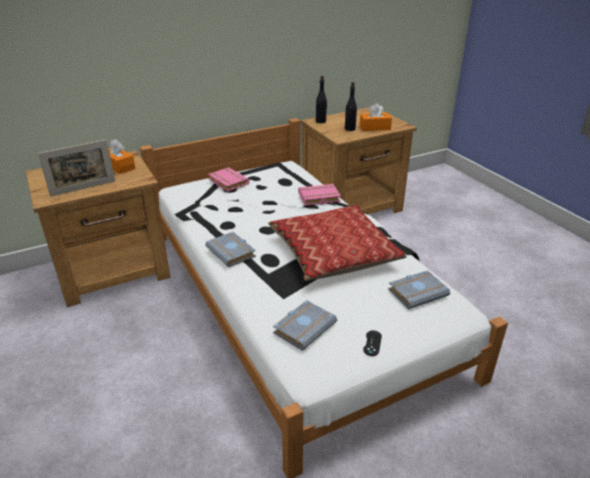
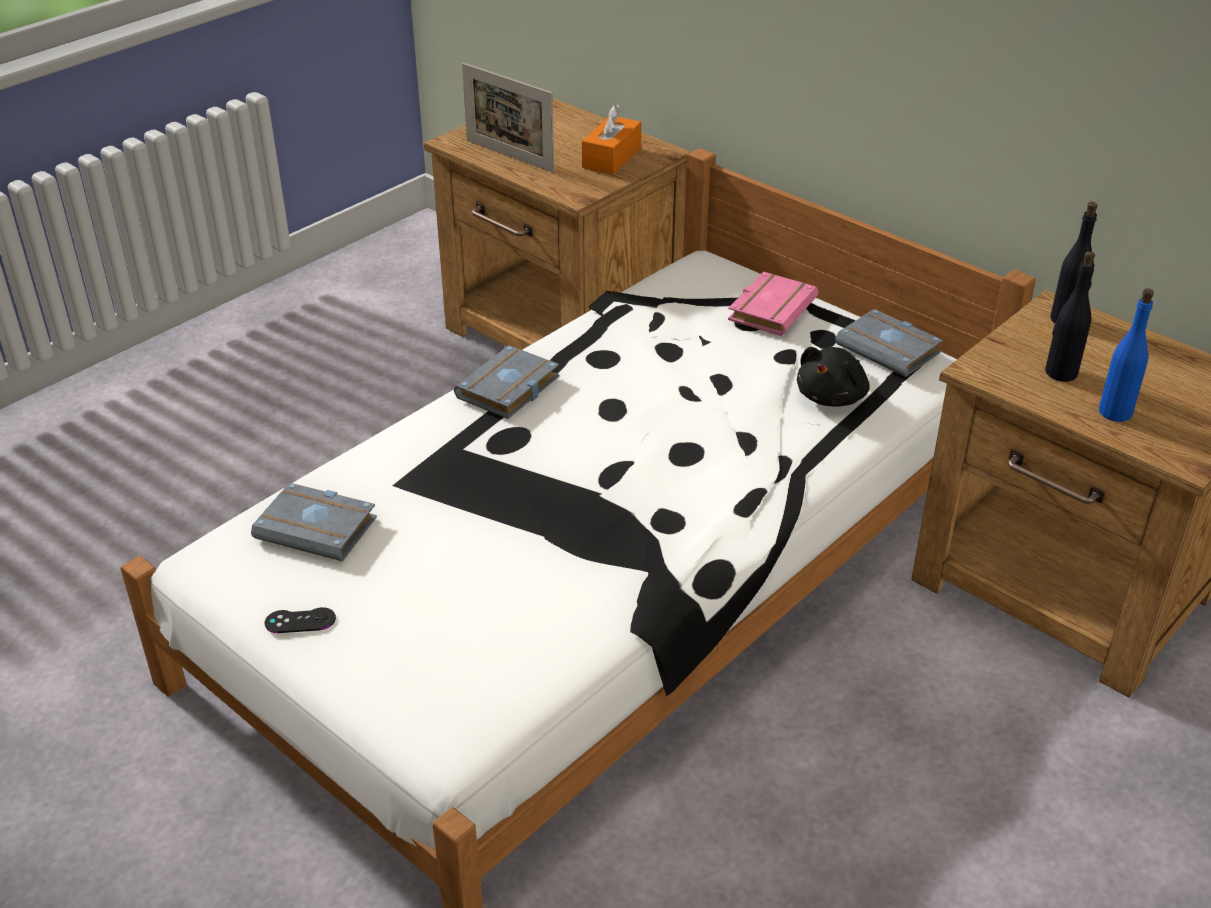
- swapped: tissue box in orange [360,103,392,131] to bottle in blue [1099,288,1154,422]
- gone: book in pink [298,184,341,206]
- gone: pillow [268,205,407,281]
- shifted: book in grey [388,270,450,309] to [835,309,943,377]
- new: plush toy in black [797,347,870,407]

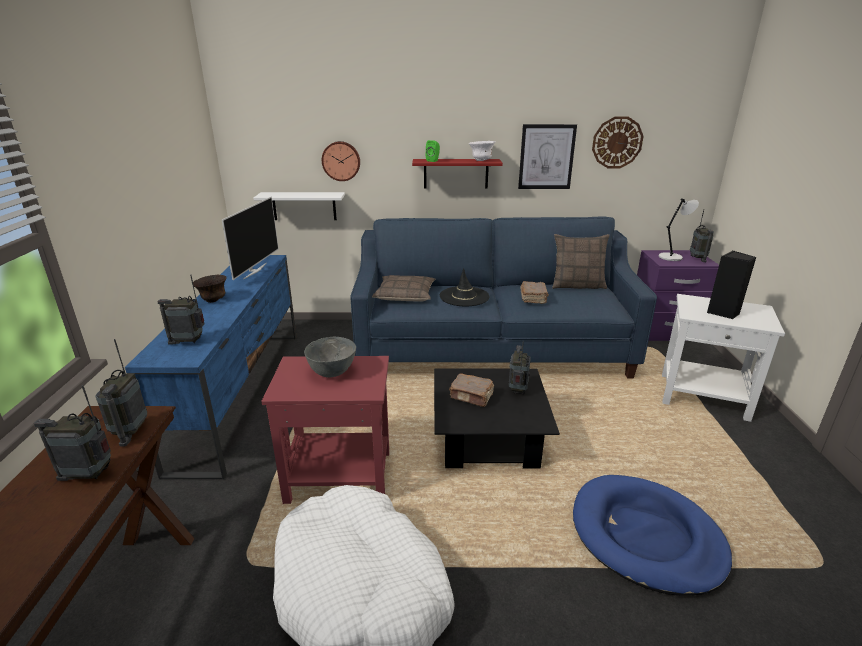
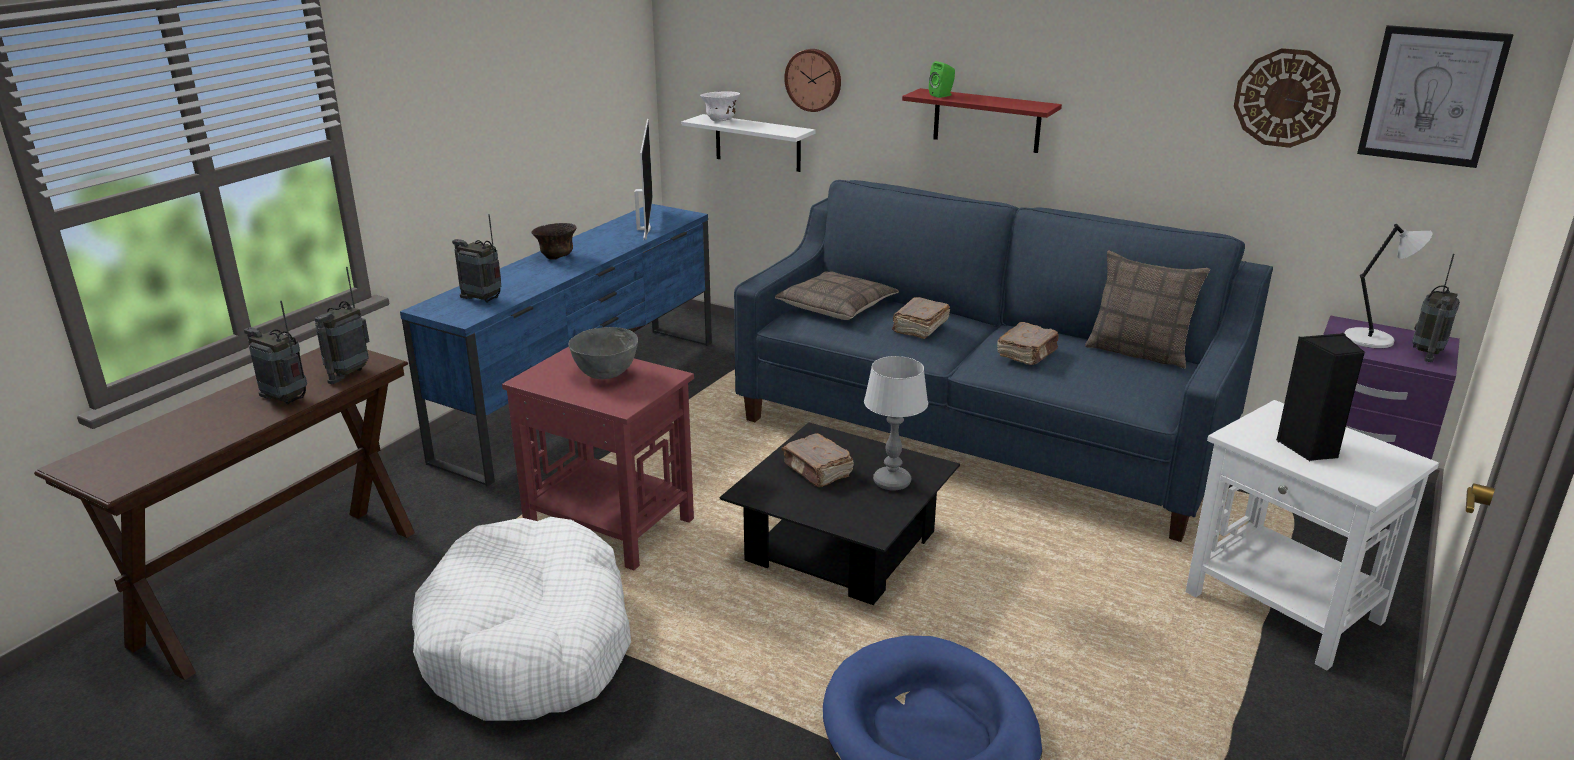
- shifted: picture [518,124,577,189] to [1357,25,1513,168]
- shifted: bowl in white [469,141,496,161] to [700,91,740,122]
- rotated: television [222,197,279,280] = [634,119,653,240] 45 degrees counterclockwise
- swapped: hat in black [440,268,489,306] to book in brown [892,297,950,339]
- swapped: radio [508,341,531,395] to table lamp [864,356,928,490]

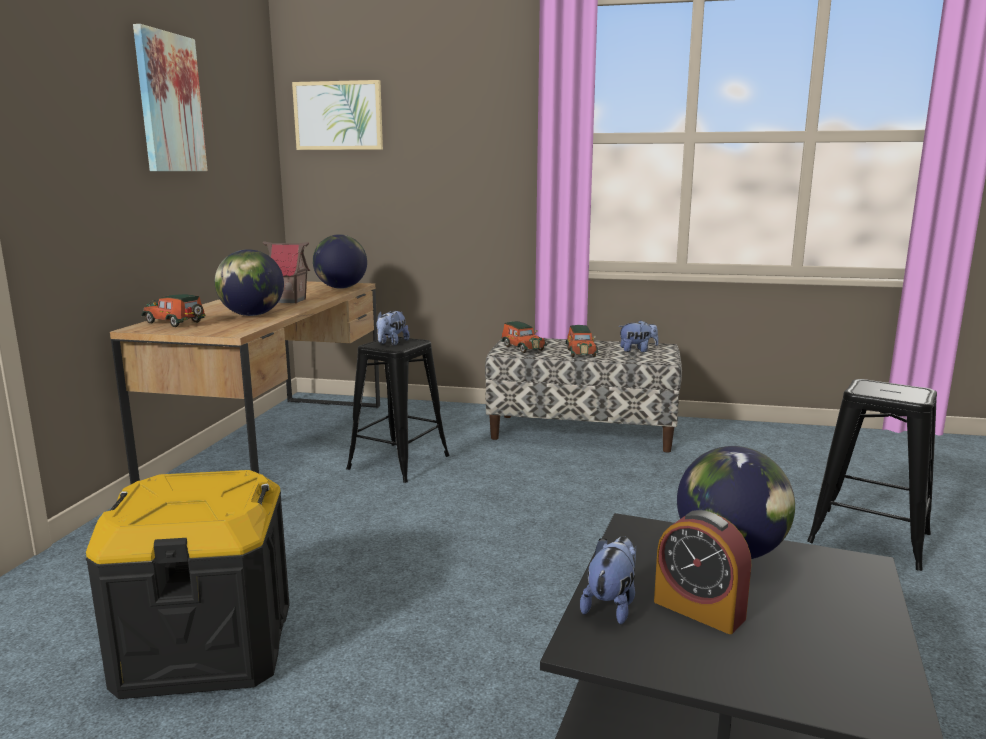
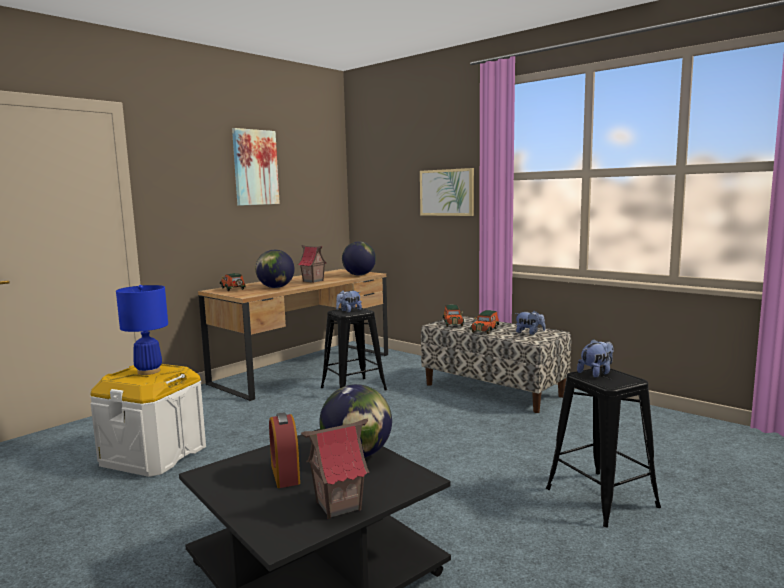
- shifted: picture [292,80,383,150] to [420,168,474,216]
- repainted: storage box in black [86,470,290,699] to storage box in white [90,364,206,477]
- shifted: plush toy [580,536,636,624] to [577,339,614,378]
- new: table lamp in blue [116,285,168,375]
- new: toy house [301,418,369,519]

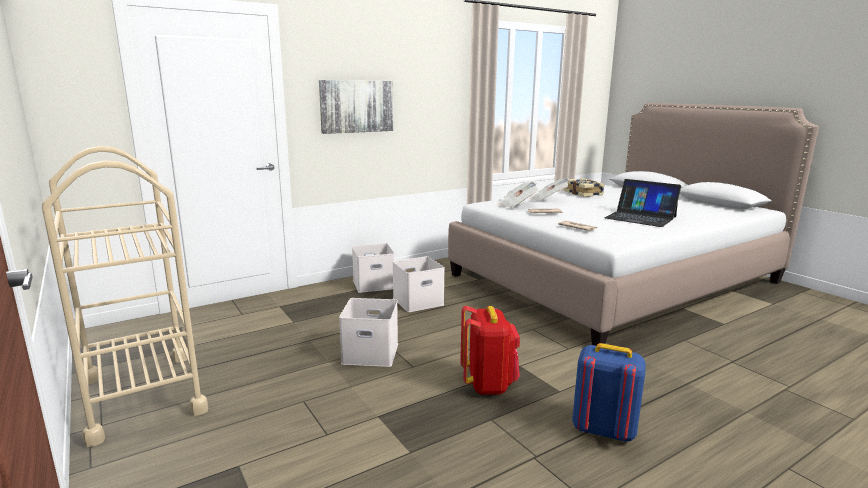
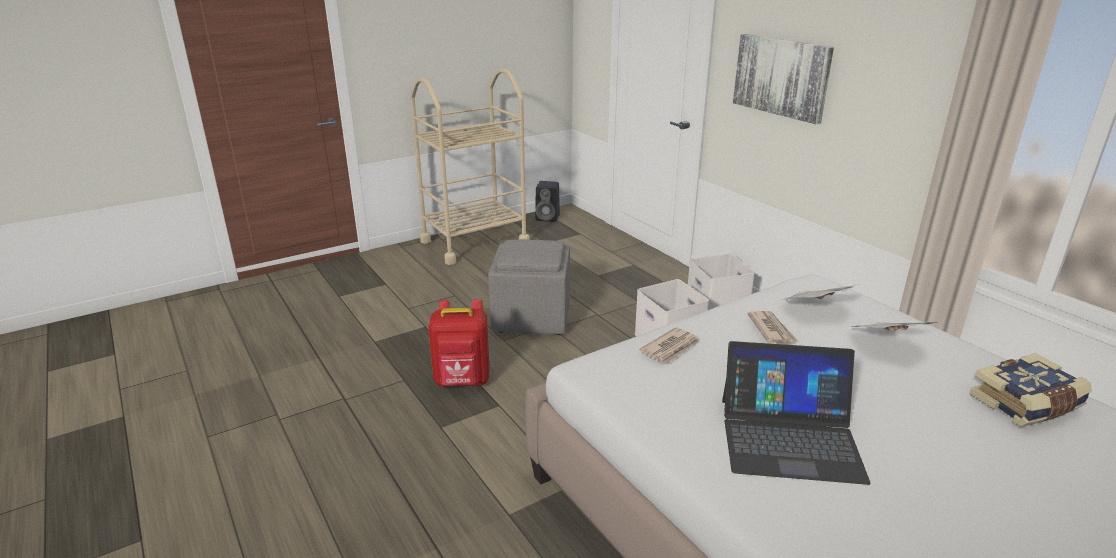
- rotated: laptop [605,179,681,227] = [722,341,871,485] 120 degrees counterclockwise
- swapped: storage box in white [339,298,398,367] to ottoman in grey [488,240,570,335]
- gone: backpack in blue [572,343,646,442]
- new: speaker in black [535,181,560,222]

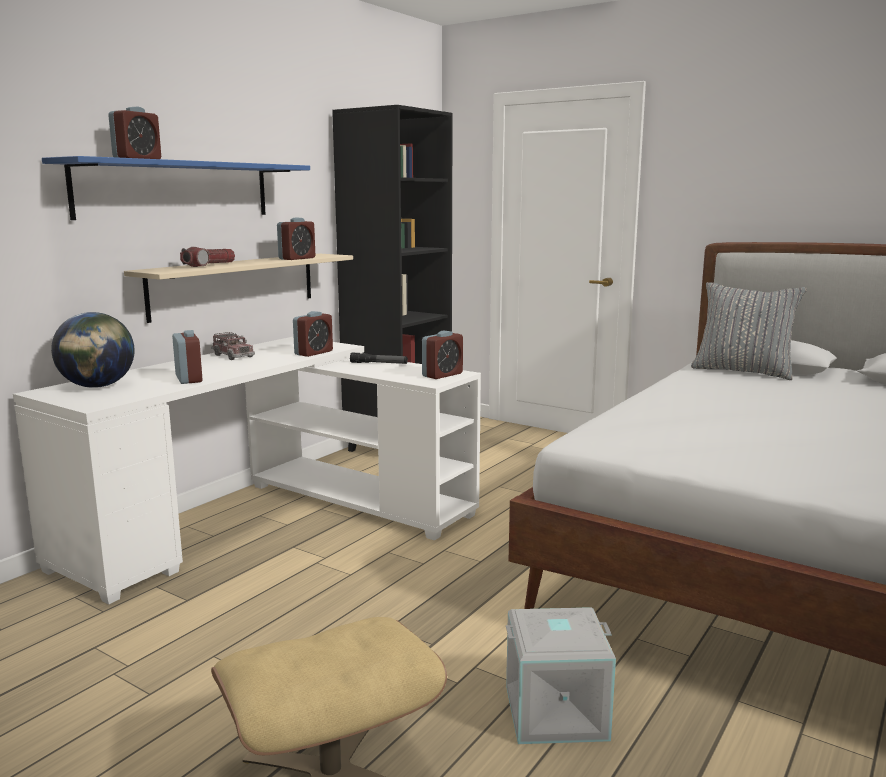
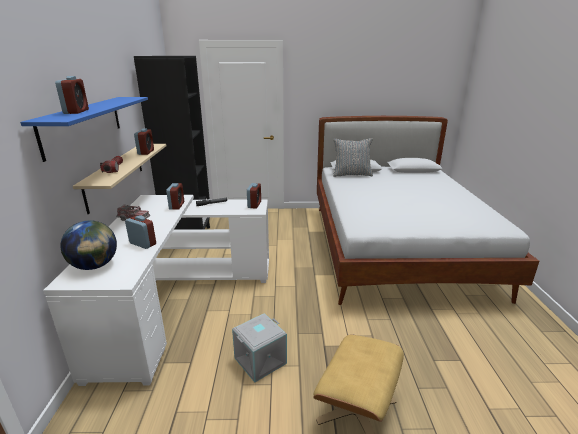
- shifted: storage box in grey [506,607,616,744] to [232,313,287,382]

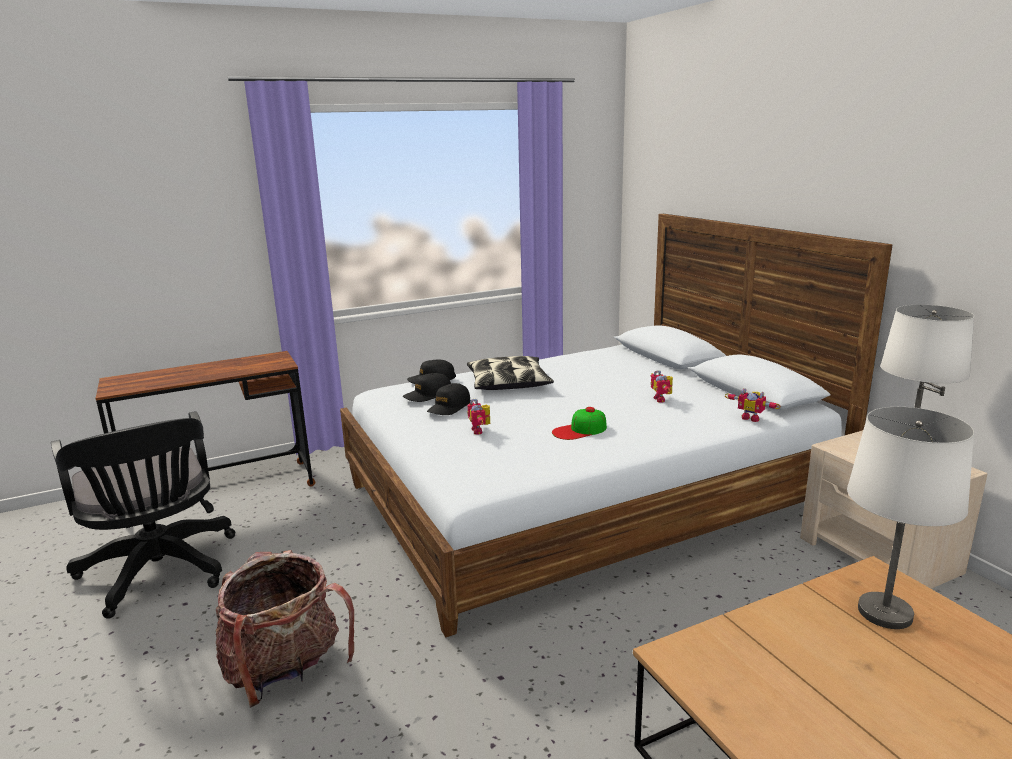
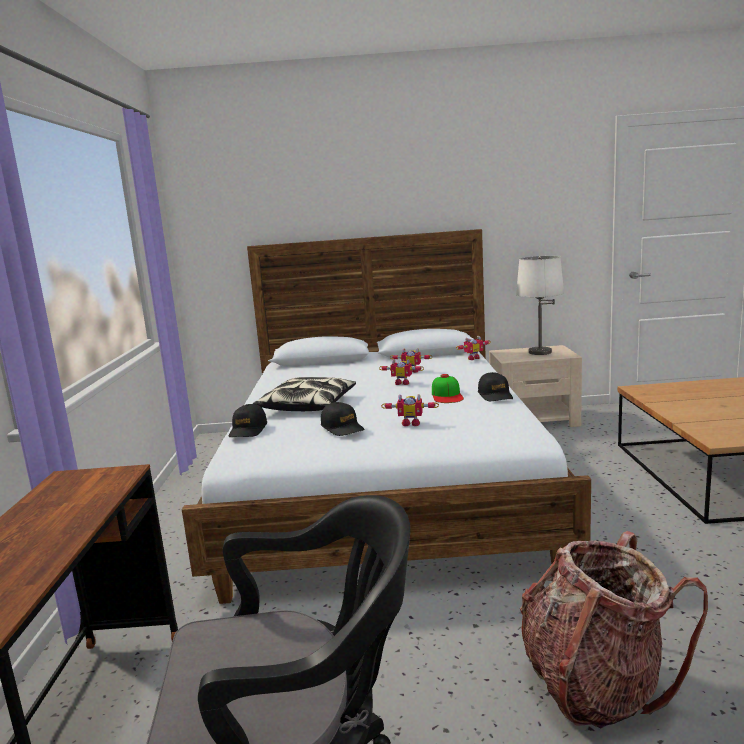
- shifted: cap in black [403,373,451,402] to [478,372,513,401]
- gone: table lamp in white [847,407,974,629]
- new: toy robot [379,359,424,385]

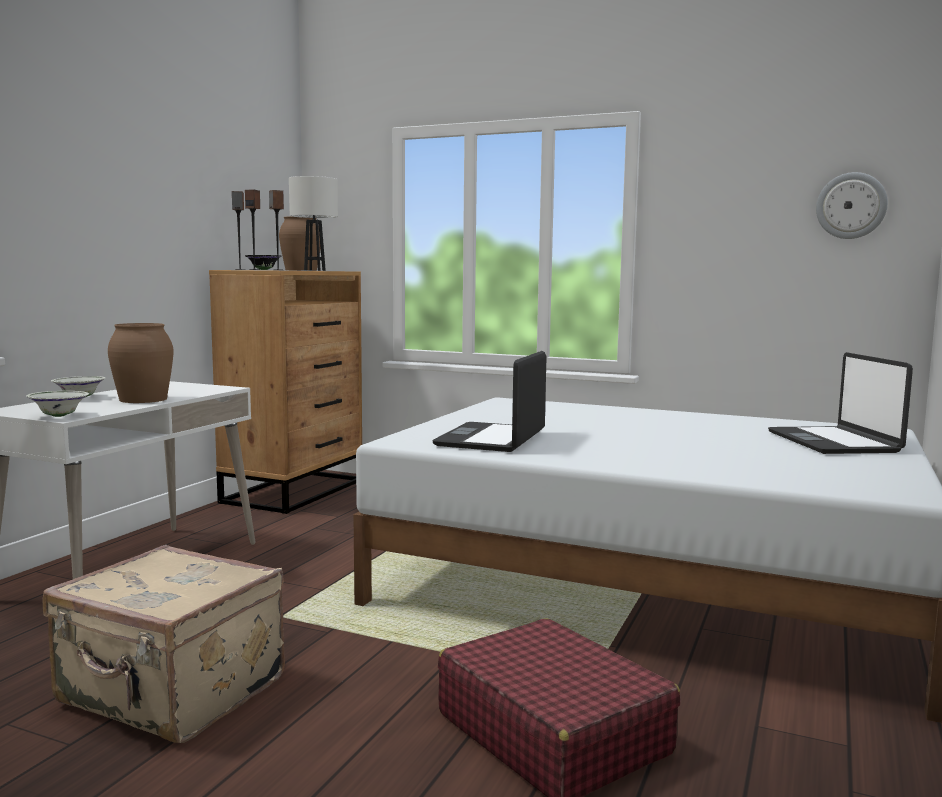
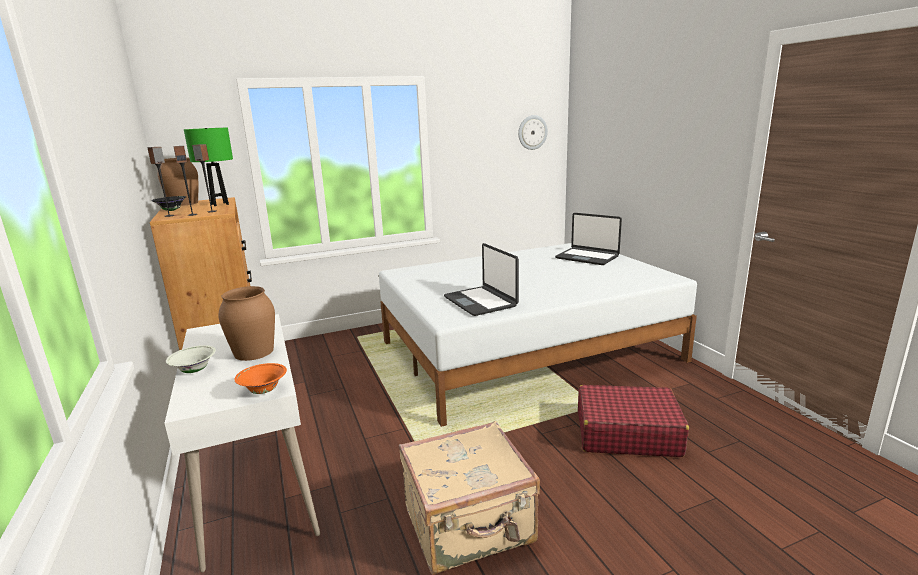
- repainted: table lamp in white [289,176,338,271] to table lamp in green [184,128,233,206]
- repainted: bowl in white [26,391,89,417] to bowl in orange [234,363,287,394]

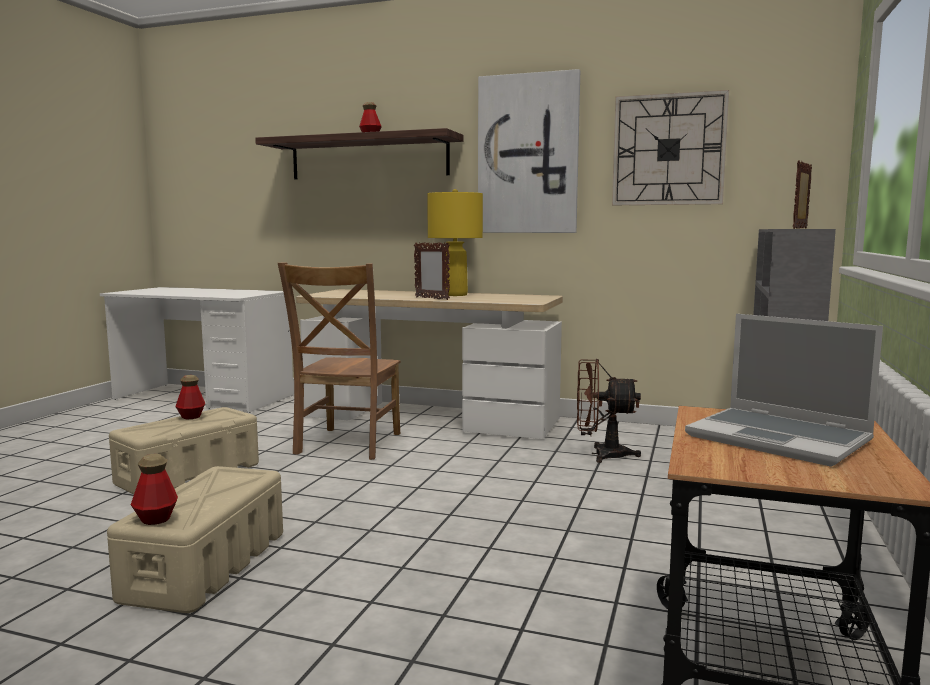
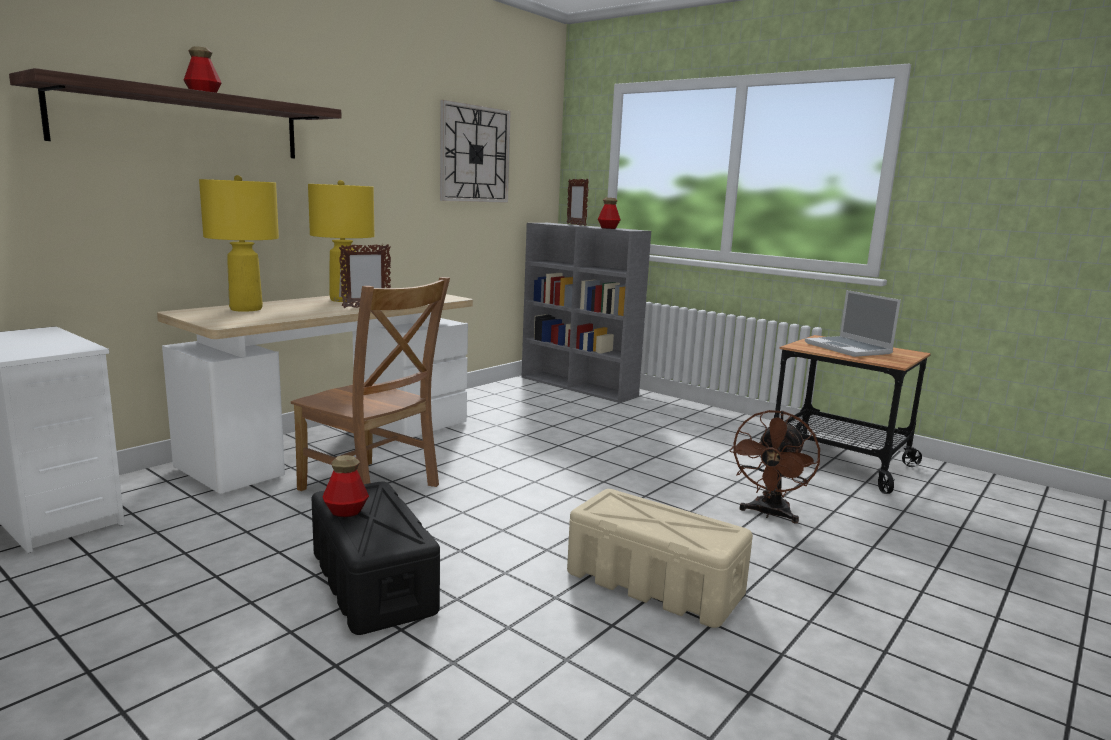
- gone: picture [478,69,580,233]
- rotated: laptop [685,314,883,467] = [805,290,901,357] 90 degrees clockwise
- shifted: fan in brown [577,359,641,463] to [729,410,820,524]
- repainted: storage box in beige [109,407,259,494] to storage box in black [311,481,440,635]
- shifted: bottle [131,454,178,525] to [598,198,621,229]
- new: table lamp in yellow [199,175,279,312]

